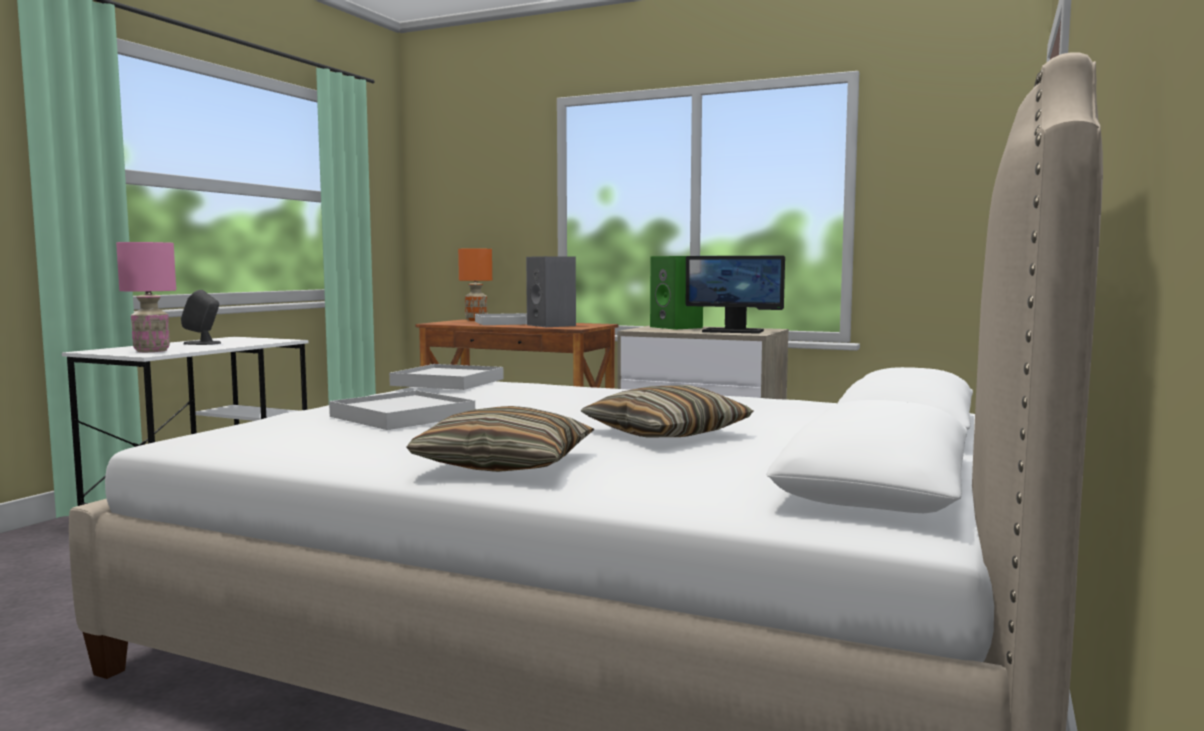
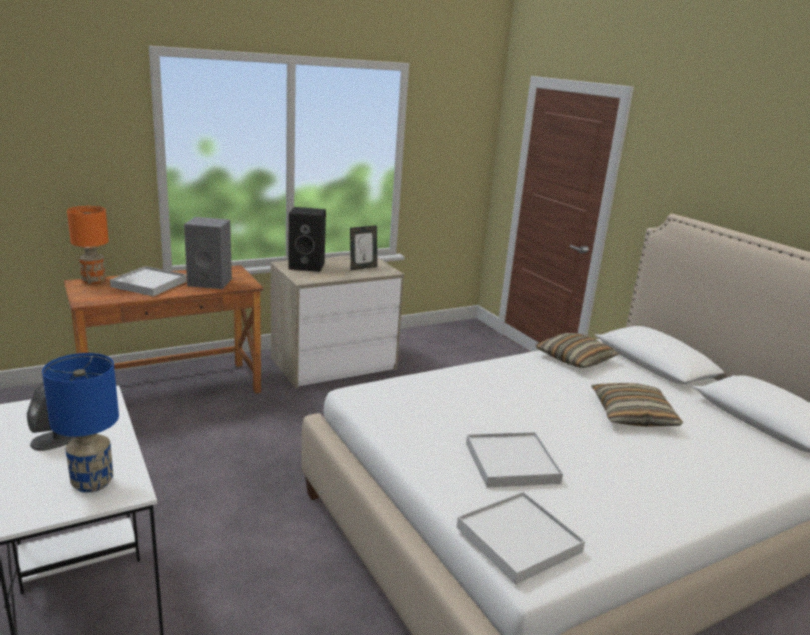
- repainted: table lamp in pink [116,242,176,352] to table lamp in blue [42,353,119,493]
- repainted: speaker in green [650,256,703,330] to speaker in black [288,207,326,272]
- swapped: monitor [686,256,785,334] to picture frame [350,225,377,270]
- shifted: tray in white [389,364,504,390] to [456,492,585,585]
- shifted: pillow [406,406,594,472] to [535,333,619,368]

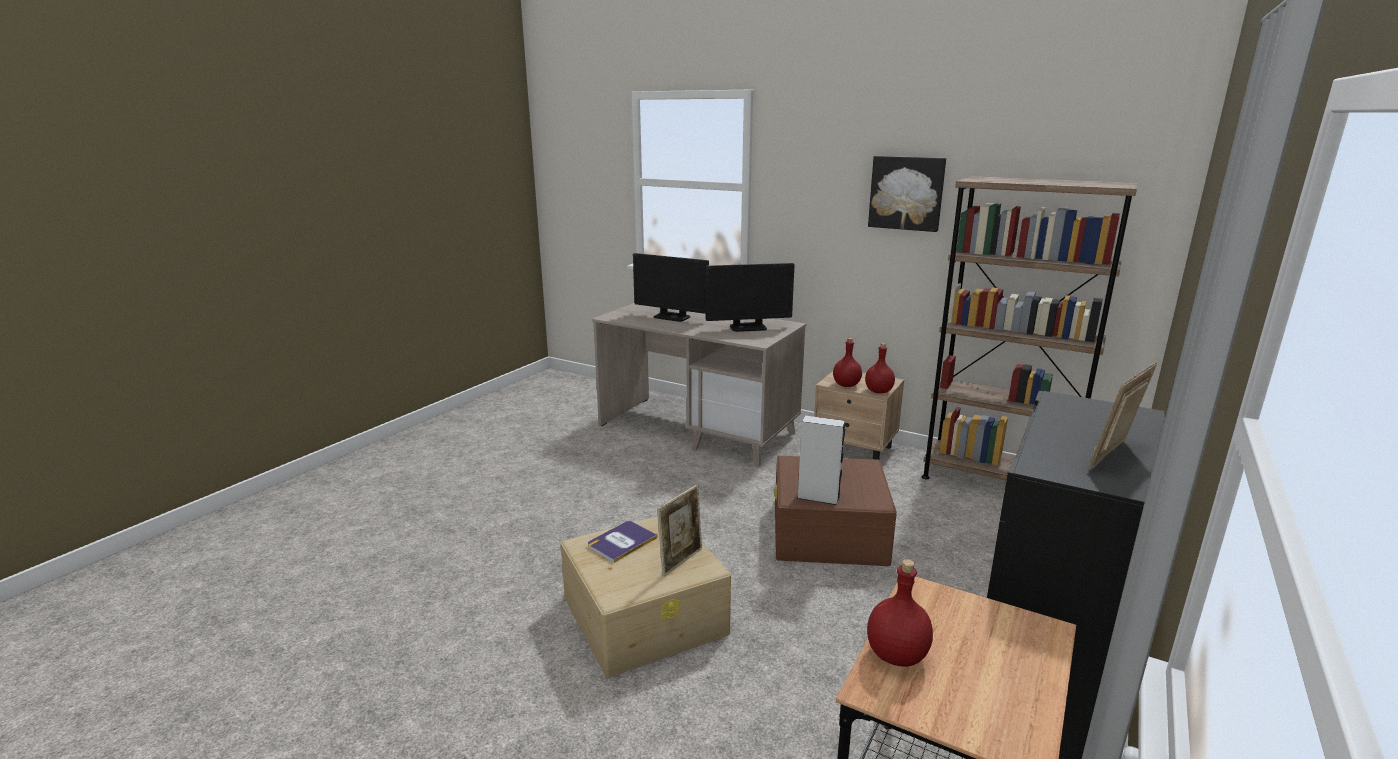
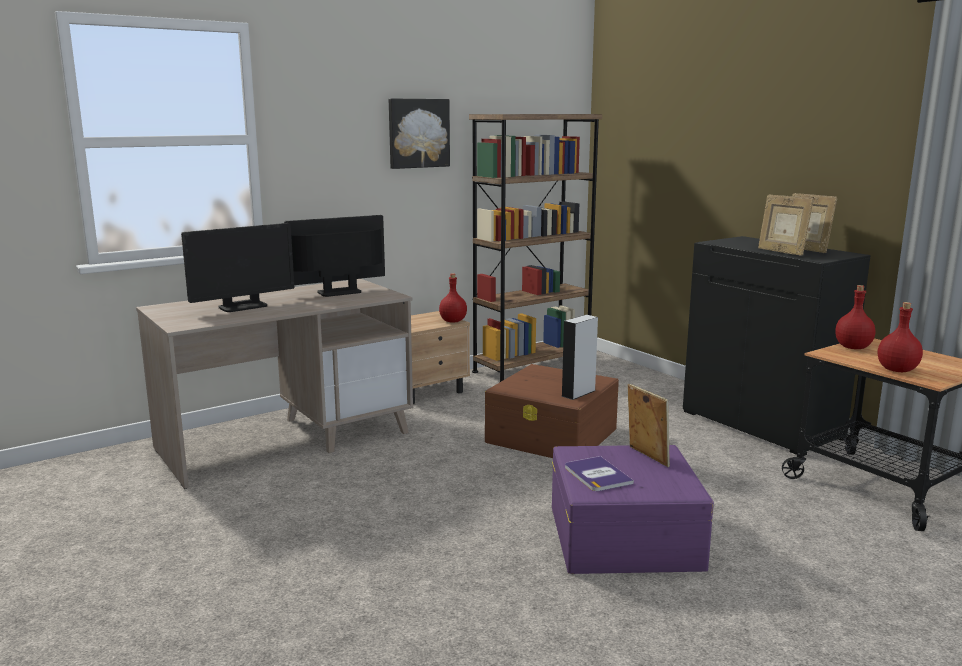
- rotated: monitor [706,263,794,332] = [284,215,385,297] 135 degrees counterclockwise
- shifted: bottle in red [833,338,862,387] to [835,285,875,349]
- repainted: storage box in beige [560,516,731,677] to storage box in purple [552,445,714,574]
- new: picture frame [758,195,814,256]

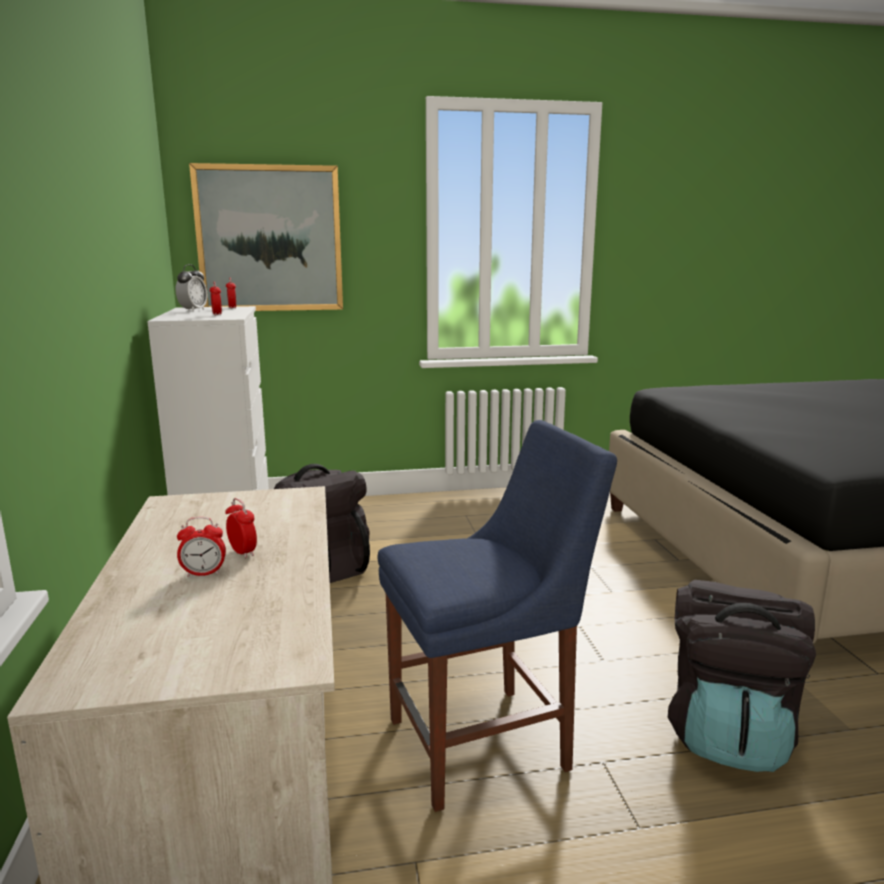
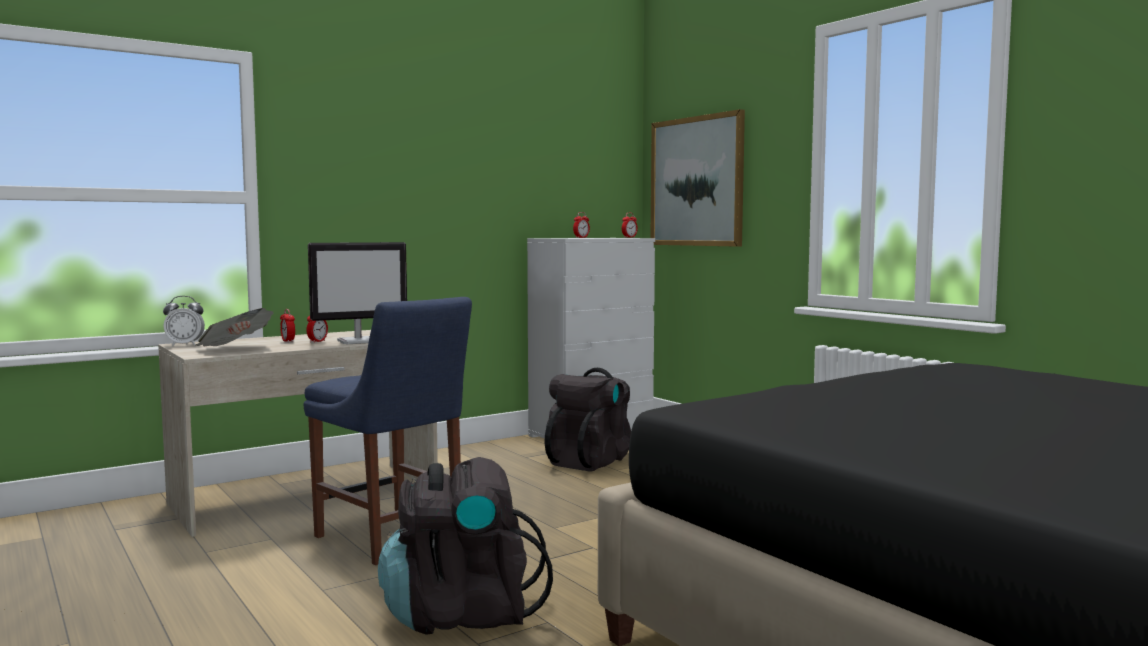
- shifted: alarm clock [175,264,207,312] to [163,296,205,346]
- new: monitor [308,242,407,344]
- new: newspaper [196,308,273,346]

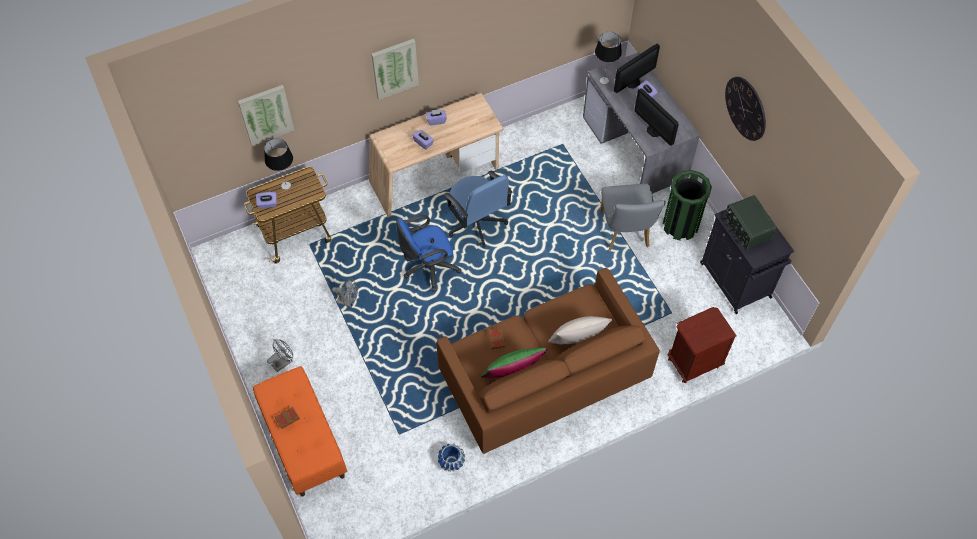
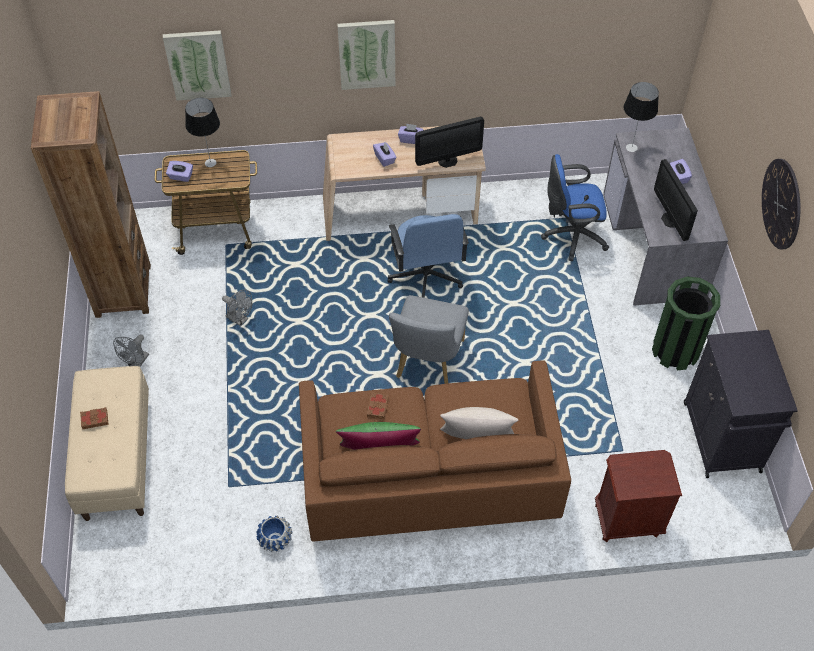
- shifted: monitor [614,44,660,93] to [415,117,484,168]
- shifted: chair in grey [600,183,666,251] to [389,295,469,384]
- gone: radio [724,195,777,250]
- shifted: office chair in blue [396,215,462,291] to [541,154,609,261]
- rotated: fan in grey [267,339,293,372] = [113,334,149,367] 135 degrees clockwise
- repainted: bench in orange [253,366,347,497] to bench in beige [65,366,149,521]
- new: bookcase in brown [31,91,151,318]

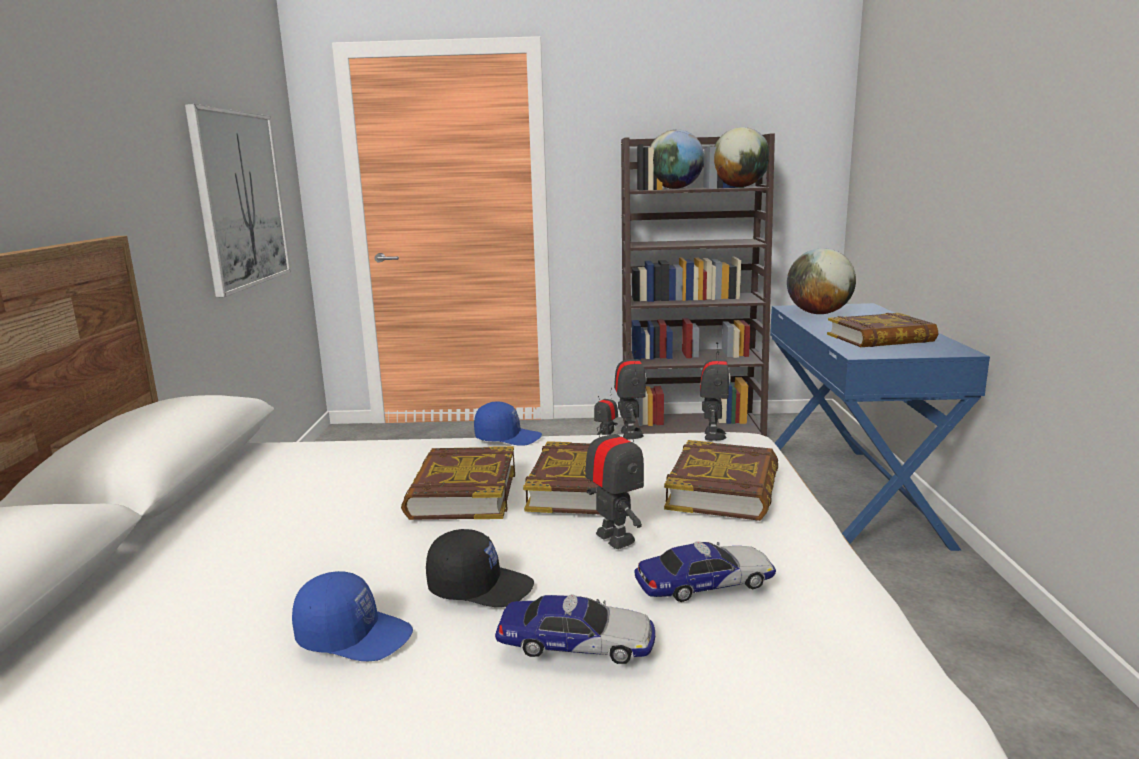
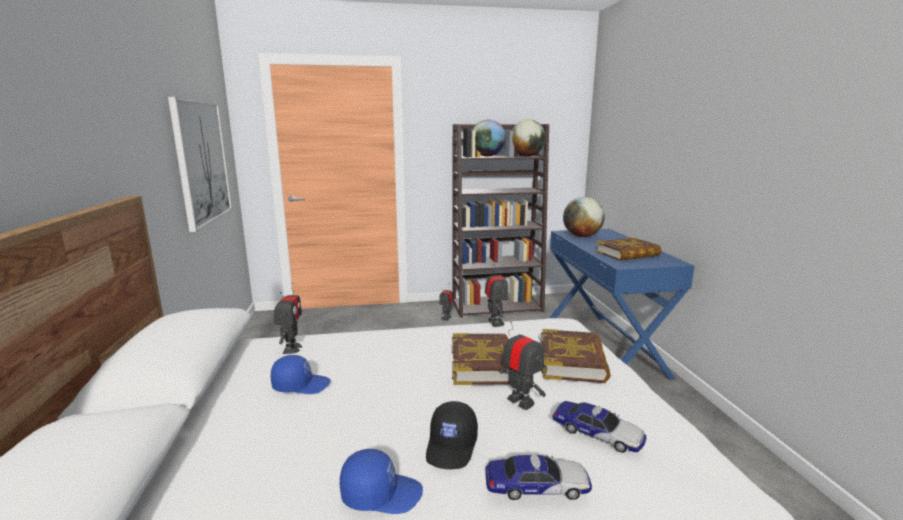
- shifted: toy robot [700,342,731,440] to [274,283,302,354]
- shifted: cap in blue [474,402,542,446] to [271,355,331,394]
- gone: book [401,446,515,520]
- rotated: cap in black [426,529,534,607] = [426,401,478,469] 105 degrees clockwise
- rotated: toy car [634,541,776,602] = [552,401,646,453] 60 degrees clockwise

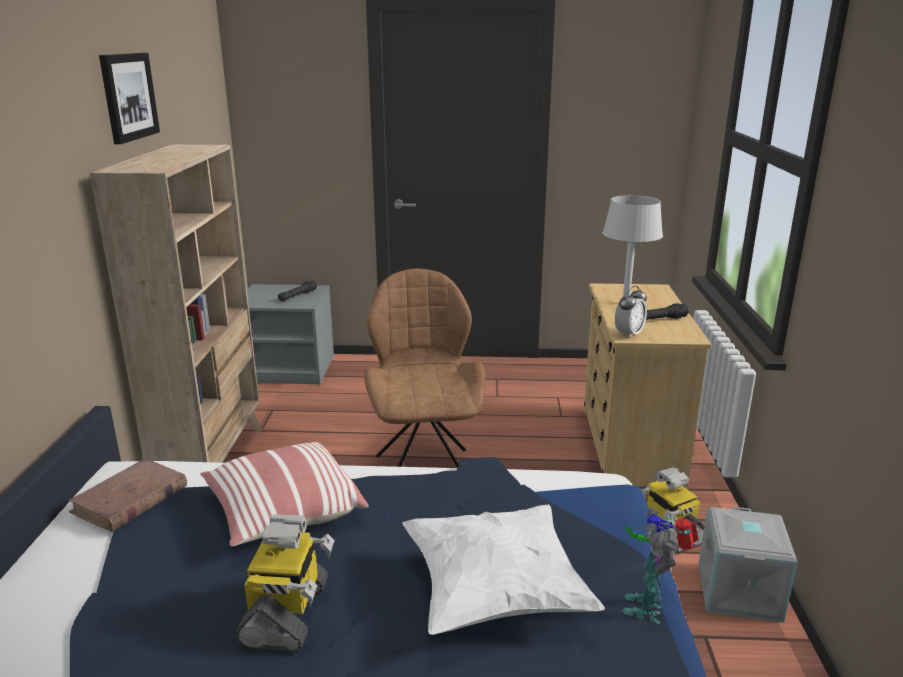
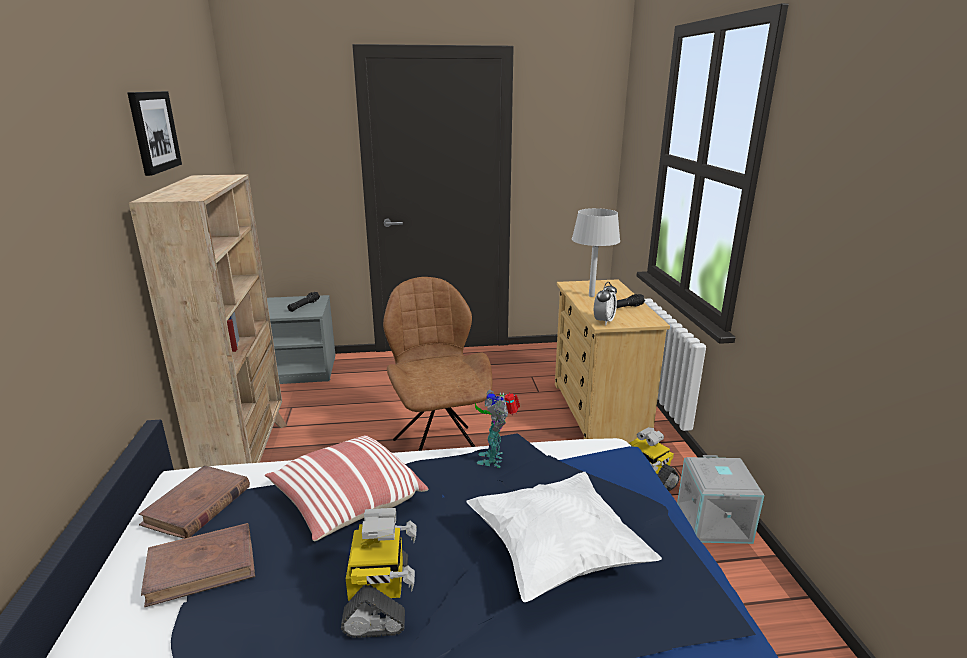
- shifted: toy robot [622,507,698,624] to [475,390,520,468]
- new: book in brown [141,523,255,607]

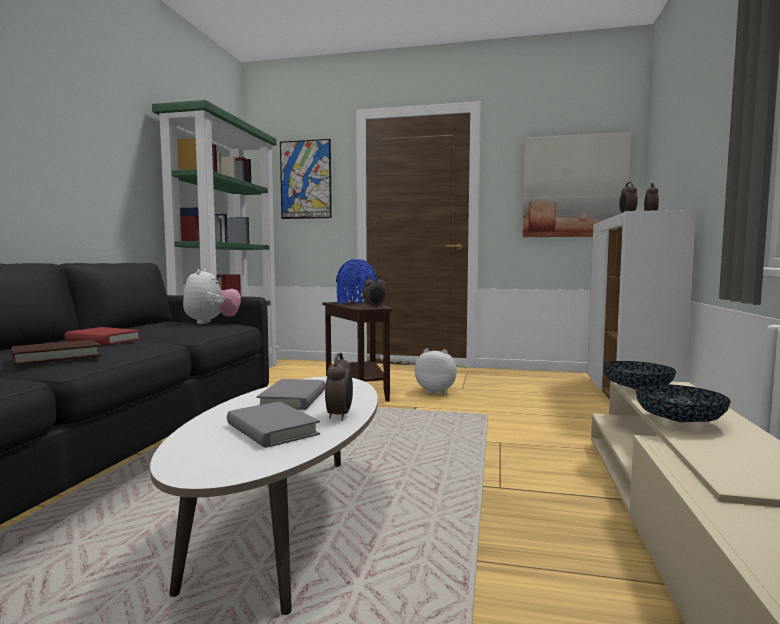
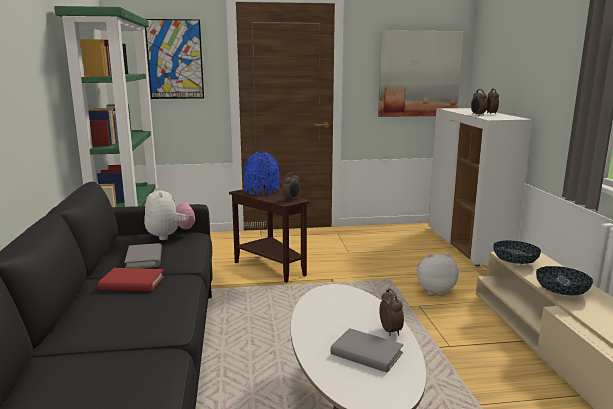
- gone: book in brown [11,340,101,365]
- shifted: plush toy [415,349,457,395] to [417,253,459,295]
- shifted: book in grey [257,379,326,410] to [124,243,162,268]

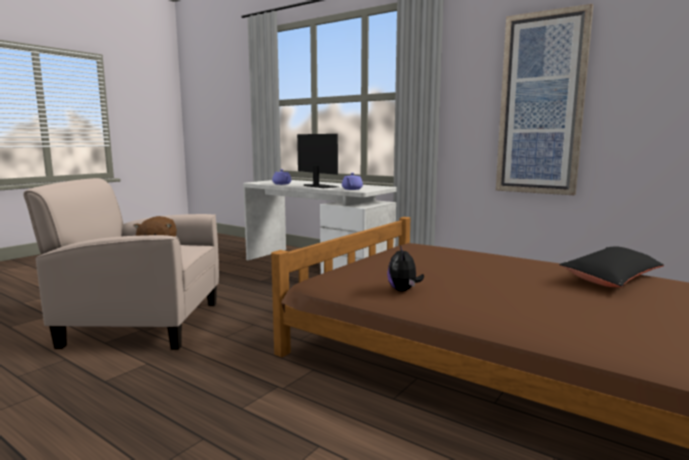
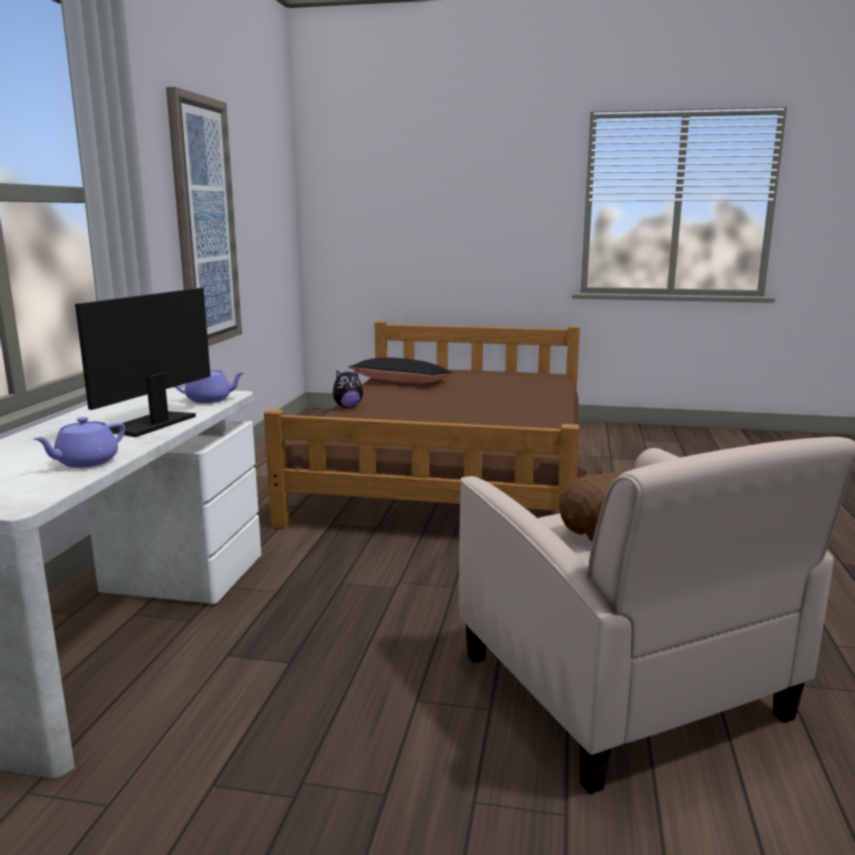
- shifted: plush toy [387,245,424,291] to [333,368,363,408]

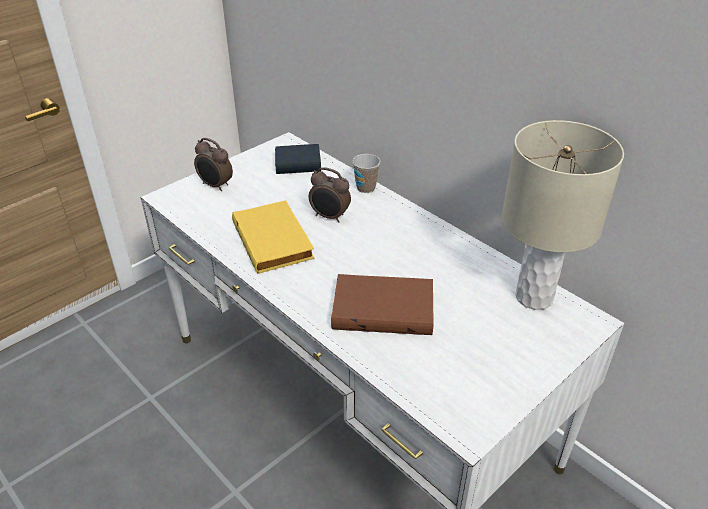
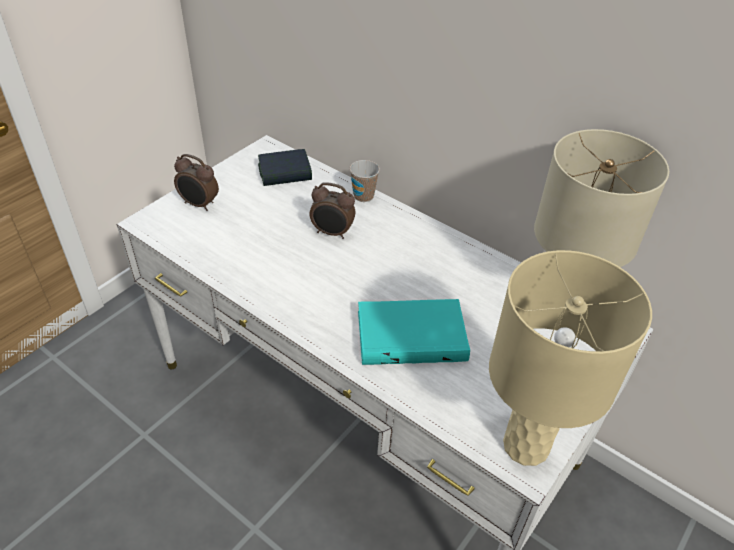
- gone: book in yellow [232,200,315,274]
- repainted: book in brown [331,274,434,335] to book in turquoise [358,299,470,365]
- new: table lamp in beige [489,250,652,466]

